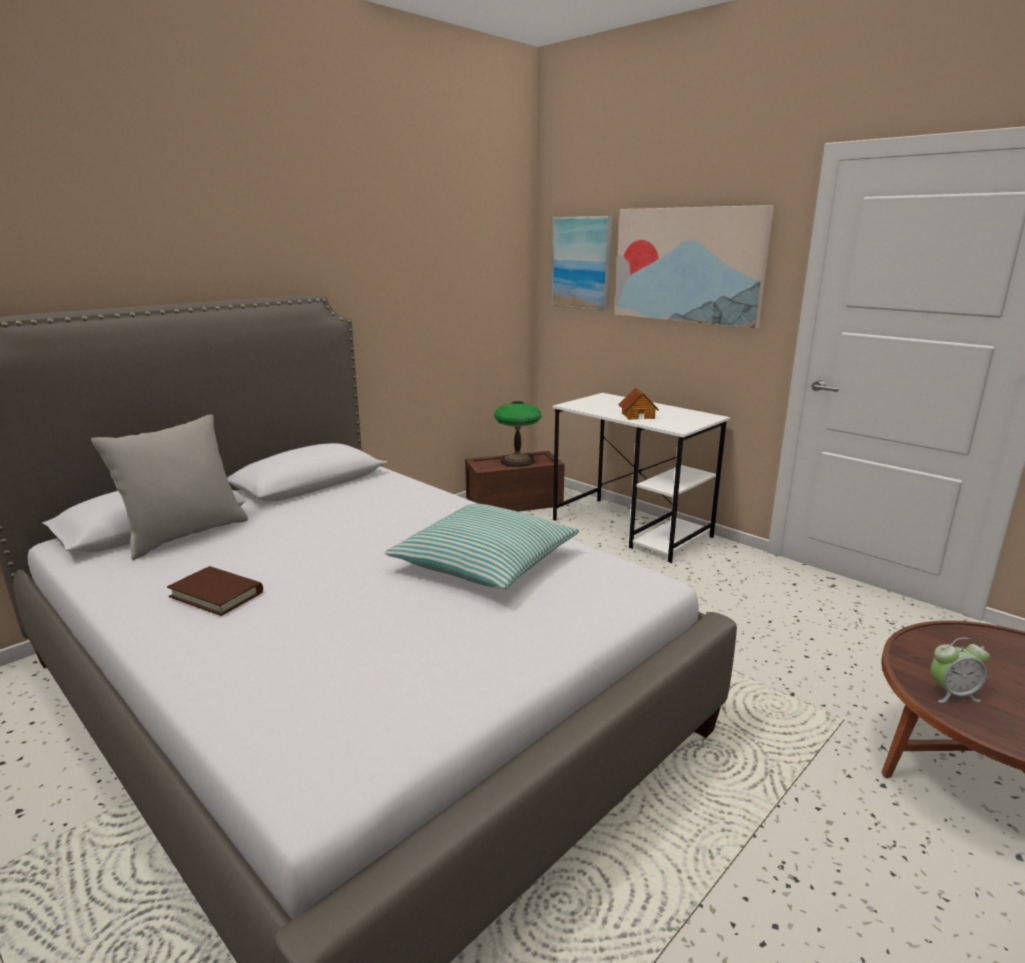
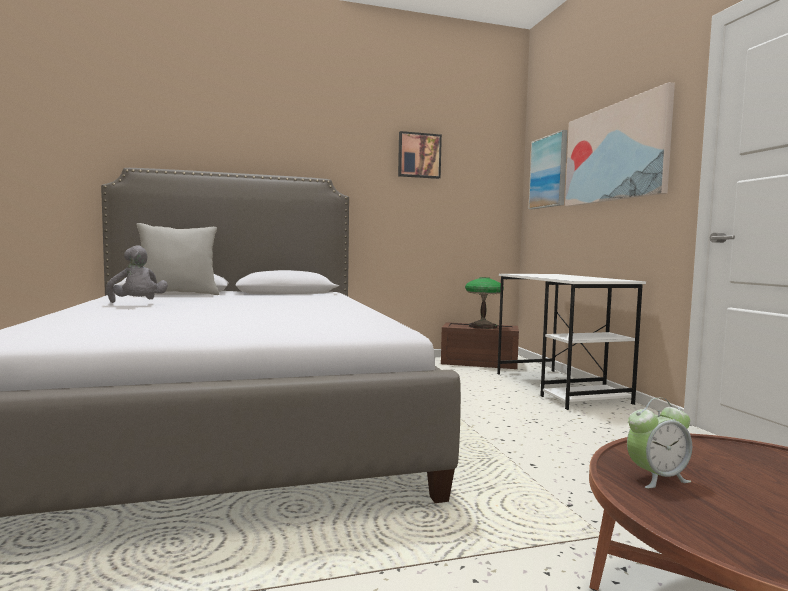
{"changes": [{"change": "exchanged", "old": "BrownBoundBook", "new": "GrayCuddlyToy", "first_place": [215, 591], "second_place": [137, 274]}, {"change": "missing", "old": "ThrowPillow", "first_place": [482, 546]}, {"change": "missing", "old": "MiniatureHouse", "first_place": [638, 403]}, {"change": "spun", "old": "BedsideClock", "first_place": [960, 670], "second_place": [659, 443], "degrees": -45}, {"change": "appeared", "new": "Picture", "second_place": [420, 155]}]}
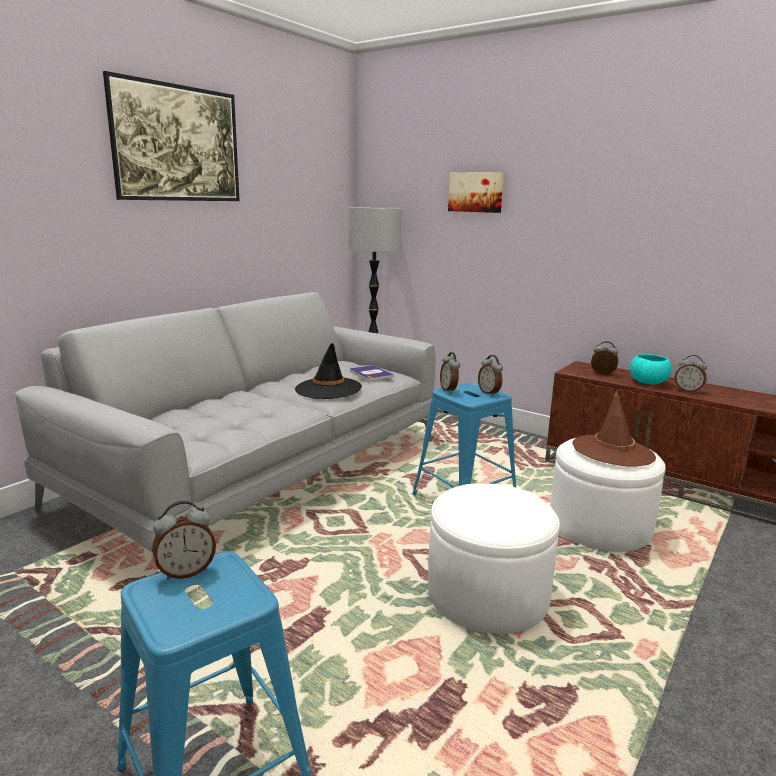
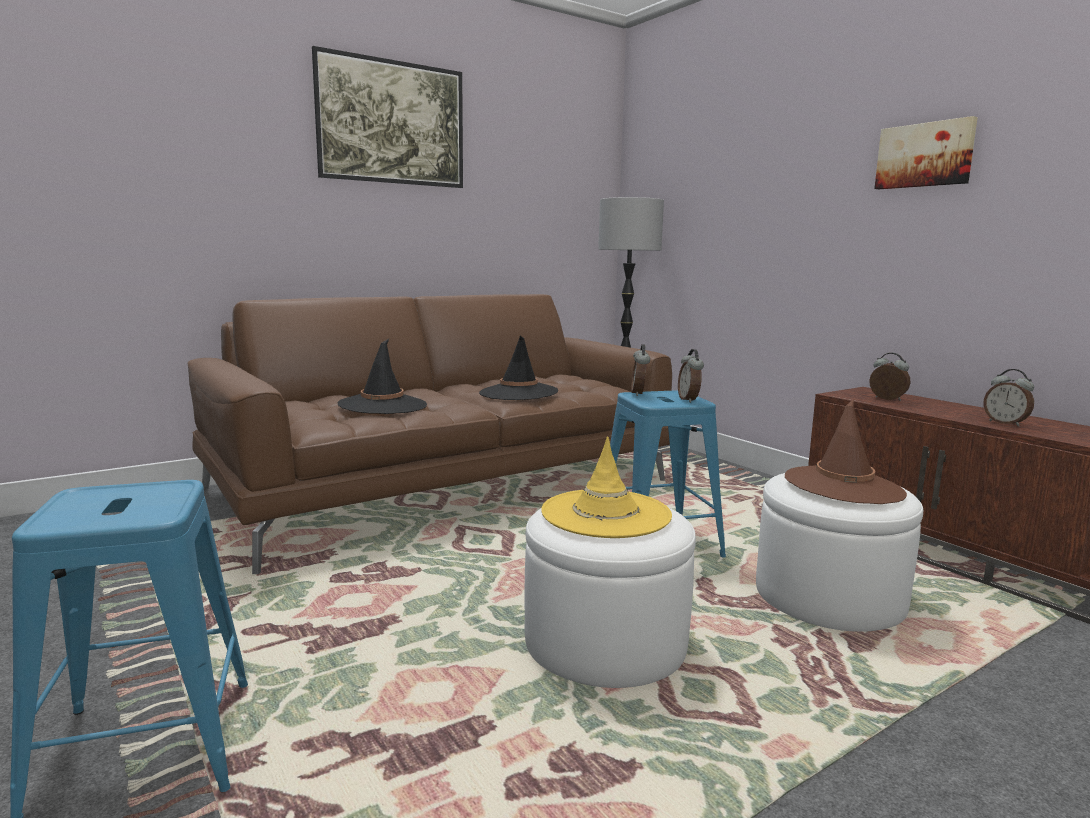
{"changes": [{"change": "colour", "old": "GraySettee", "new": "BrownSettee", "first_place": [225, 422], "second_place": [430, 434]}, {"change": "missing", "old": "BedsideClock", "first_place": [184, 540]}, {"change": "missing", "old": "BoundBook", "first_place": [372, 373]}, {"change": "relocated", "old": "Picture", "first_place": [476, 192], "second_place": [926, 152]}, {"change": "missing", "old": "TurquoiseDeepDish", "first_place": [651, 369]}, {"change": "appeared", "new": "BlackishWearableHat", "second_place": [382, 376]}, {"change": "appeared", "new": "YellowishWearableHat", "second_place": [606, 487]}]}
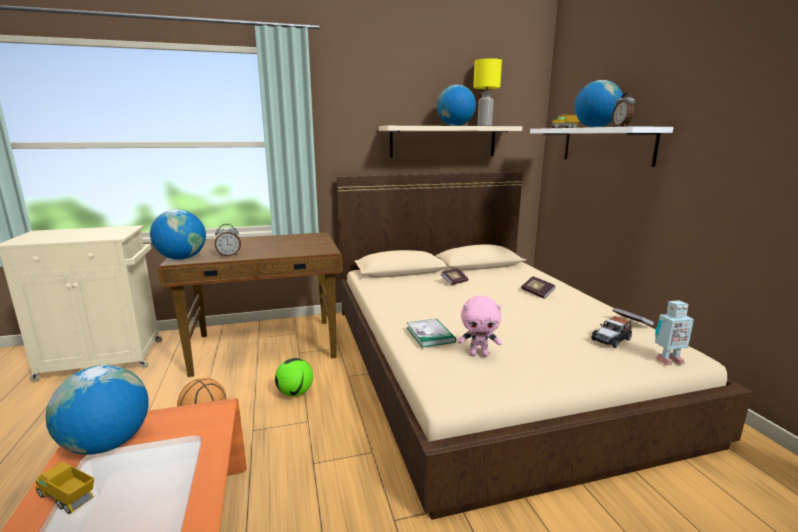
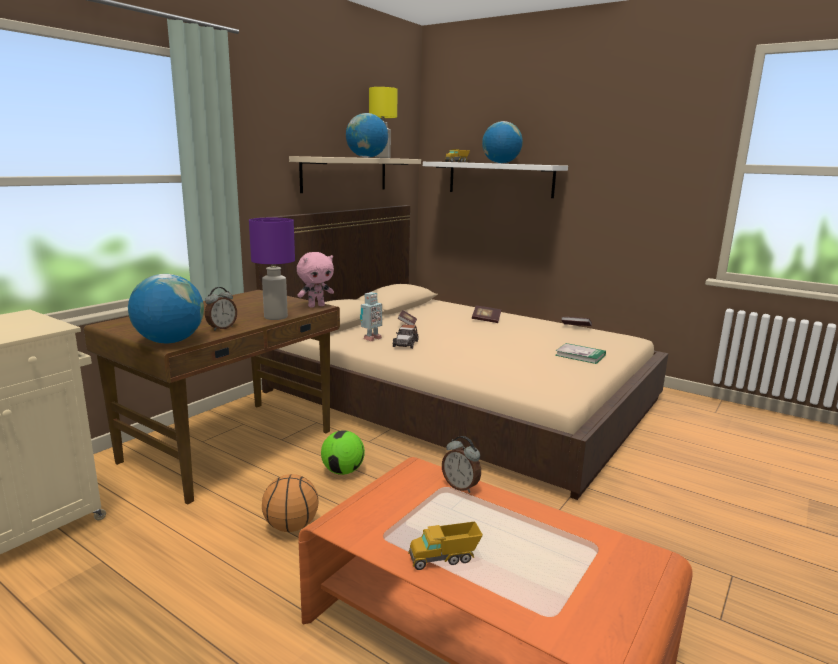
{"changes": [{"change": "missing", "old": "DeskGlobe", "first_place": [97, 410]}, {"change": "relocated", "old": "BoundBook", "first_place": [431, 333], "second_place": [580, 353]}, {"change": "relocated", "old": "PinkishCuddlyToy", "first_place": [480, 326], "second_place": [315, 280]}, {"change": "relocated", "old": "ToyCar", "first_place": [611, 332], "second_place": [405, 336]}, {"change": "relocated", "old": "BedsideClock", "first_place": [623, 109], "second_place": [461, 464]}, {"change": "relocated", "old": "RobotFigure", "first_place": [674, 332], "second_place": [371, 316]}, {"change": "appeared", "new": "PurpleColouredLampForATable", "second_place": [272, 269]}]}
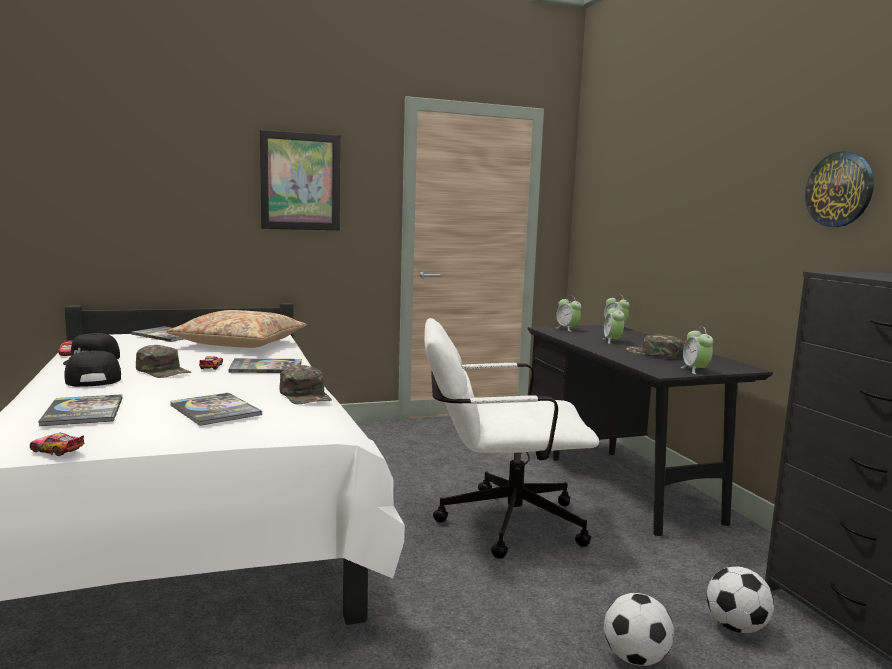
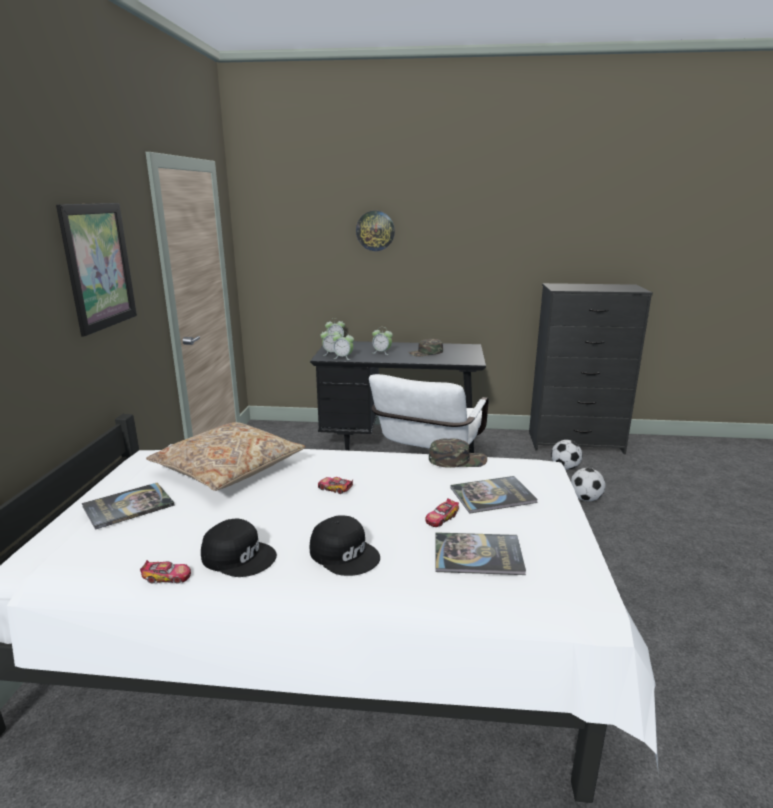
{"changes": [{"change": "relocated", "old": "ToyCar", "first_place": [57, 444], "second_place": [442, 512]}, {"change": "spun", "old": "BlackishBaseballCap", "first_place": [92, 369], "second_place": [345, 545], "degrees": -135}, {"change": "missing", "old": "GreenishBaseballCap", "first_place": [163, 361]}, {"change": "missing", "old": "BoundBook", "first_place": [265, 365]}, {"change": "relocated", "old": "BedsideClock", "first_place": [697, 350], "second_place": [343, 345]}, {"change": "relocated", "old": "HangingClock", "first_place": [839, 189], "second_place": [375, 231]}]}
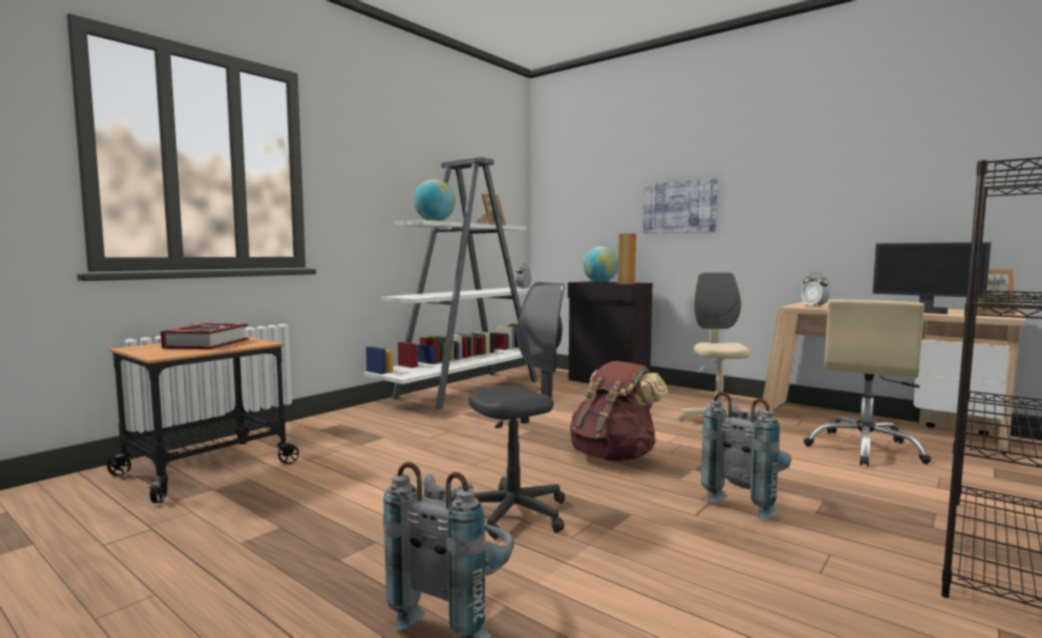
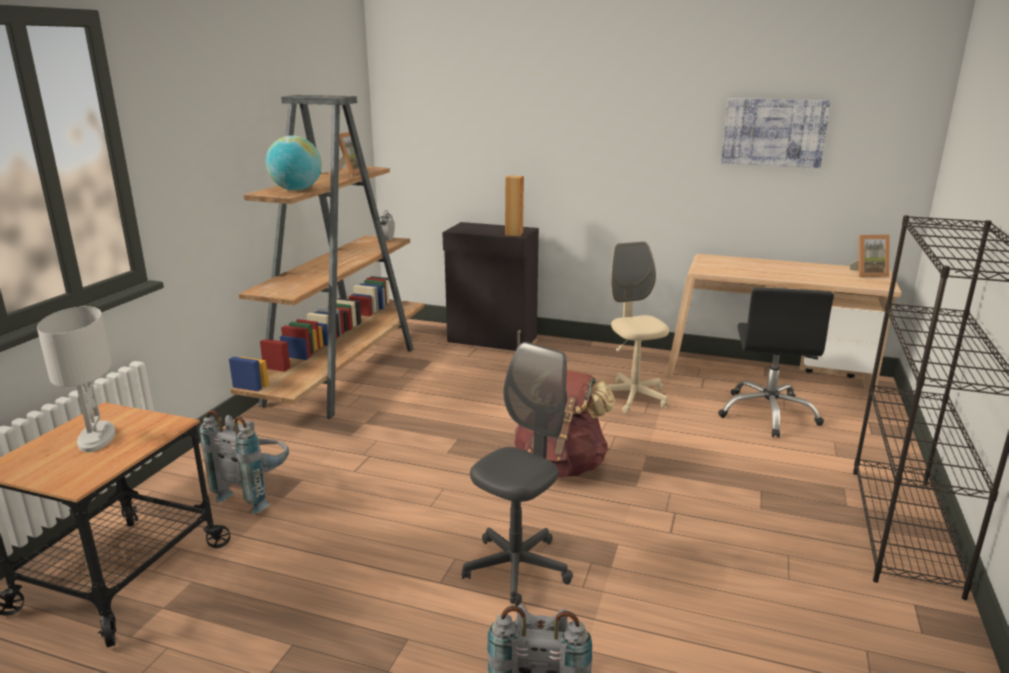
{"changes": [{"change": "exchanged", "old": "BoundBook", "new": "WhiteColouredLampForATable", "first_place": [205, 336], "second_place": [76, 379]}, {"change": "colour", "old": "WhiteColouredBookcase", "new": "BrownBookcase", "first_place": [450, 283], "second_place": [327, 257]}, {"change": "missing", "old": "DeskGlobe", "first_place": [600, 265]}, {"change": "relocated", "old": "Picture", "first_place": [680, 206], "second_place": [776, 133]}, {"change": "relocated", "old": "GrayKnapsack", "first_place": [746, 455], "second_place": [244, 462]}, {"change": "missing", "old": "BedsideClock", "first_place": [815, 290]}, {"change": "colour", "old": "BeigeColouredOfficeChair", "new": "BlackishOfficeChair", "first_place": [867, 383], "second_place": [776, 363]}, {"change": "missing", "old": "Monitor", "first_place": [932, 278]}]}
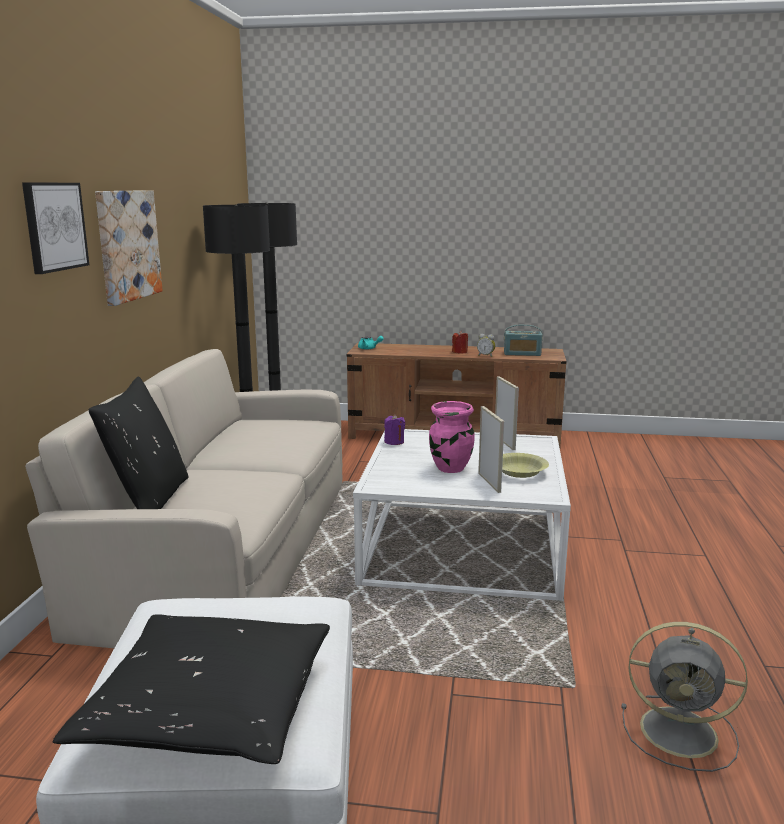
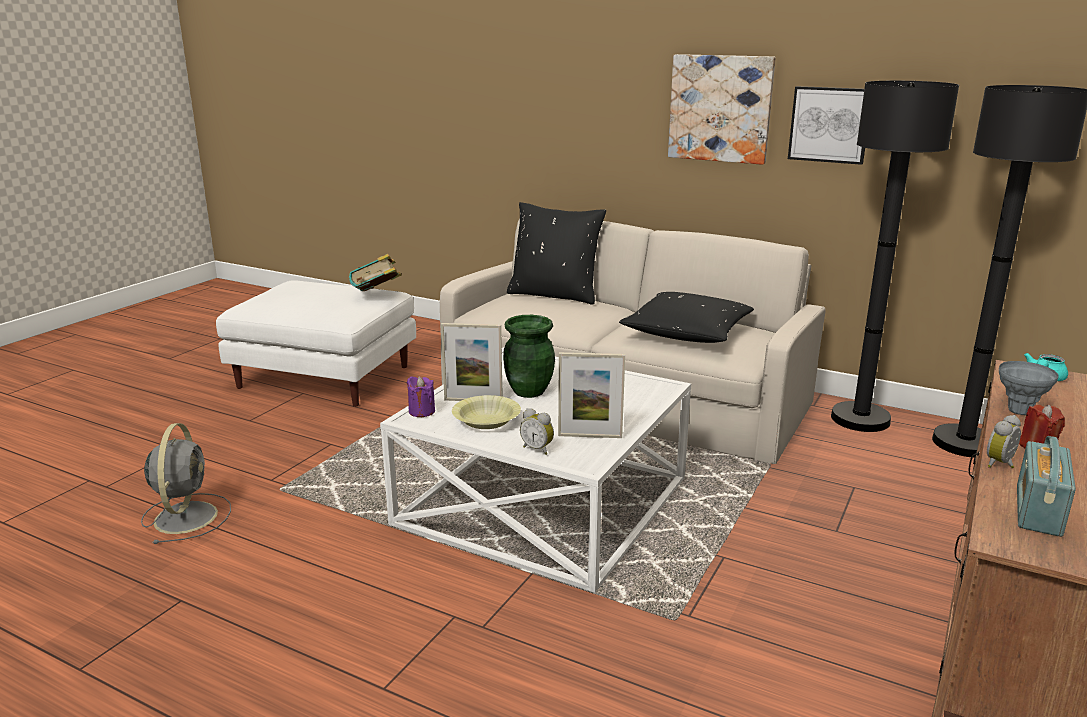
{"changes": [{"change": "relocated", "old": "Picture", "first_place": [55, 228], "second_place": [826, 125]}, {"change": "relocated", "old": "BlackishThrowPillow", "first_place": [191, 689], "second_place": [686, 317]}, {"change": "relocated", "old": "PurpleColouredWaxCandle", "first_place": [394, 429], "second_place": [421, 396]}, {"change": "colour", "old": "PinkishVase", "new": "GreenishVase", "first_place": [452, 437], "second_place": [529, 356]}, {"change": "spun", "old": "GrayElectricFan", "first_place": [684, 697], "second_place": [186, 483], "degrees": 135}, {"change": "appeared", "new": "BoundBook", "second_place": [375, 272]}, {"change": "appeared", "new": "BedsideClock", "second_place": [537, 431]}, {"change": "appeared", "new": "GrayVase", "second_place": [1029, 388]}]}
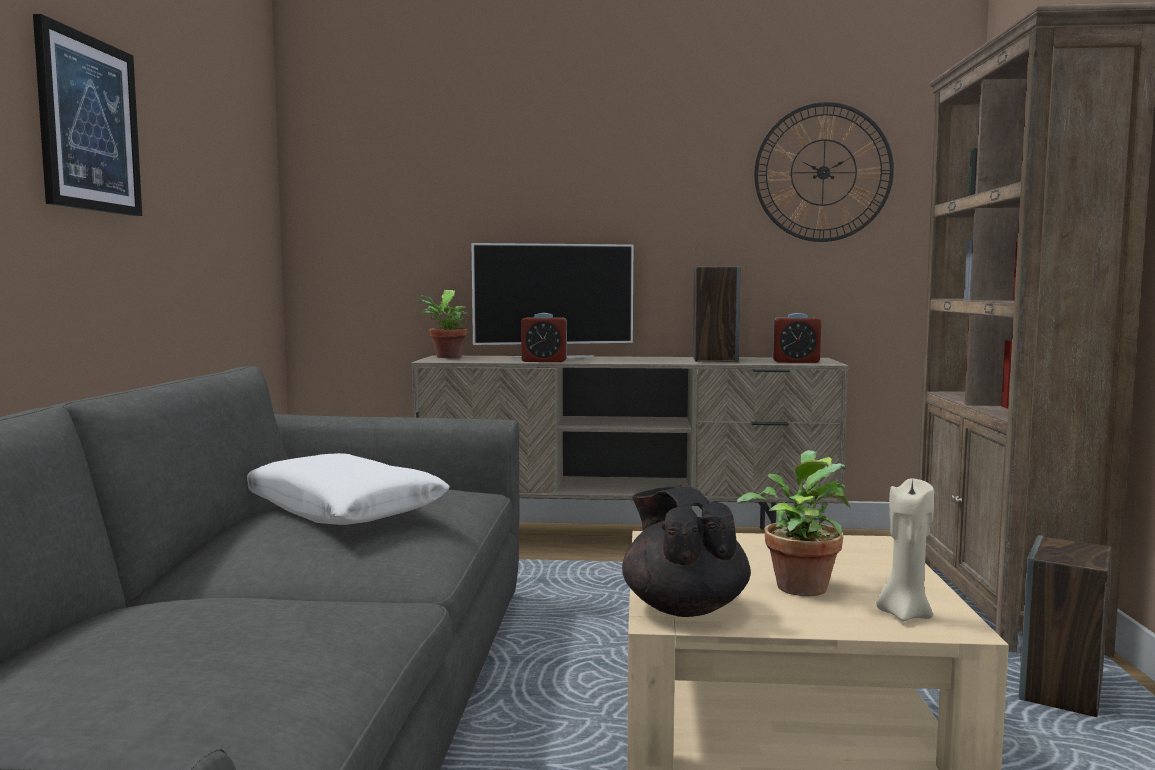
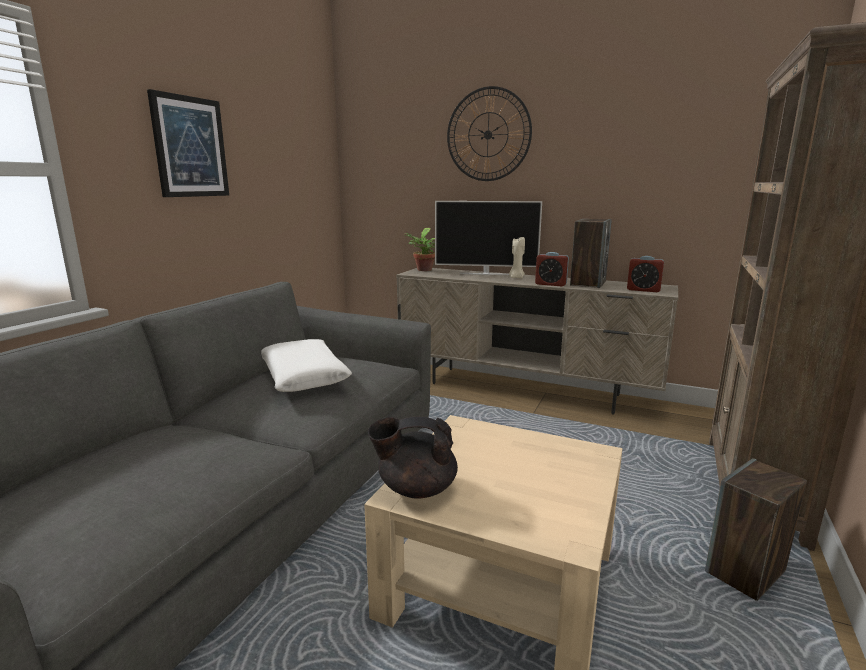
{"changes": [{"change": "relocated", "old": "BedsideClock", "first_place": [544, 337], "second_place": [552, 269]}, {"change": "spun", "old": "BlackishTeaPot", "first_place": [686, 551], "second_place": [413, 458], "degrees": -90}, {"change": "missing", "old": "Houseplant", "first_place": [793, 523]}, {"change": "relocated", "old": "HangingClock", "first_place": [824, 172], "second_place": [489, 133]}, {"change": "relocated", "old": "BeigeColouredWaxCandle", "first_place": [905, 549], "second_place": [517, 257]}]}
